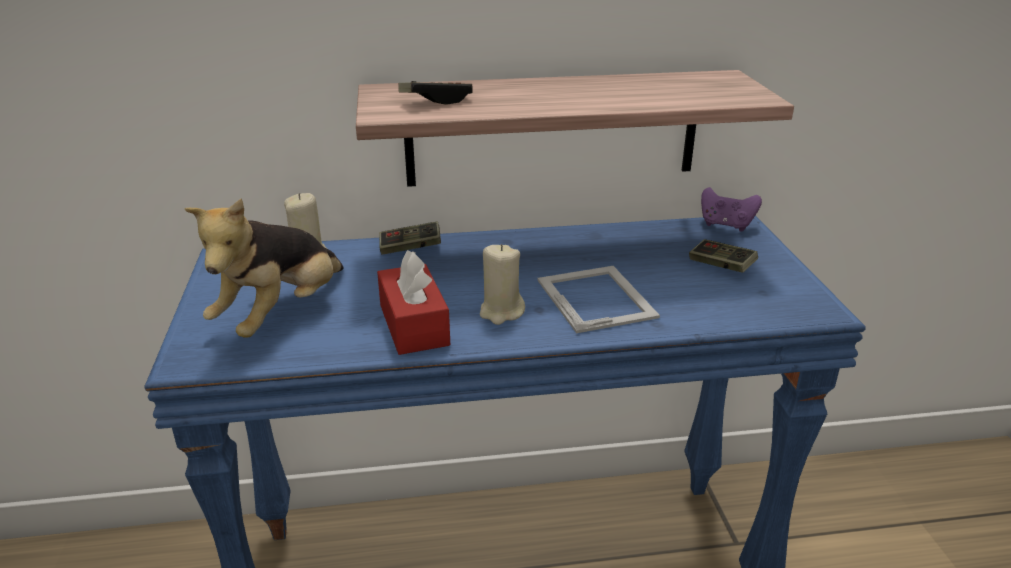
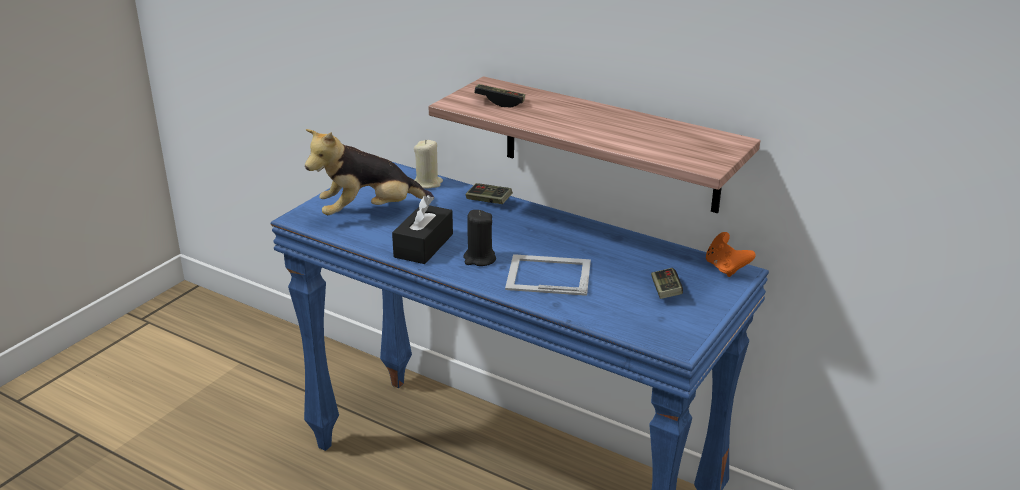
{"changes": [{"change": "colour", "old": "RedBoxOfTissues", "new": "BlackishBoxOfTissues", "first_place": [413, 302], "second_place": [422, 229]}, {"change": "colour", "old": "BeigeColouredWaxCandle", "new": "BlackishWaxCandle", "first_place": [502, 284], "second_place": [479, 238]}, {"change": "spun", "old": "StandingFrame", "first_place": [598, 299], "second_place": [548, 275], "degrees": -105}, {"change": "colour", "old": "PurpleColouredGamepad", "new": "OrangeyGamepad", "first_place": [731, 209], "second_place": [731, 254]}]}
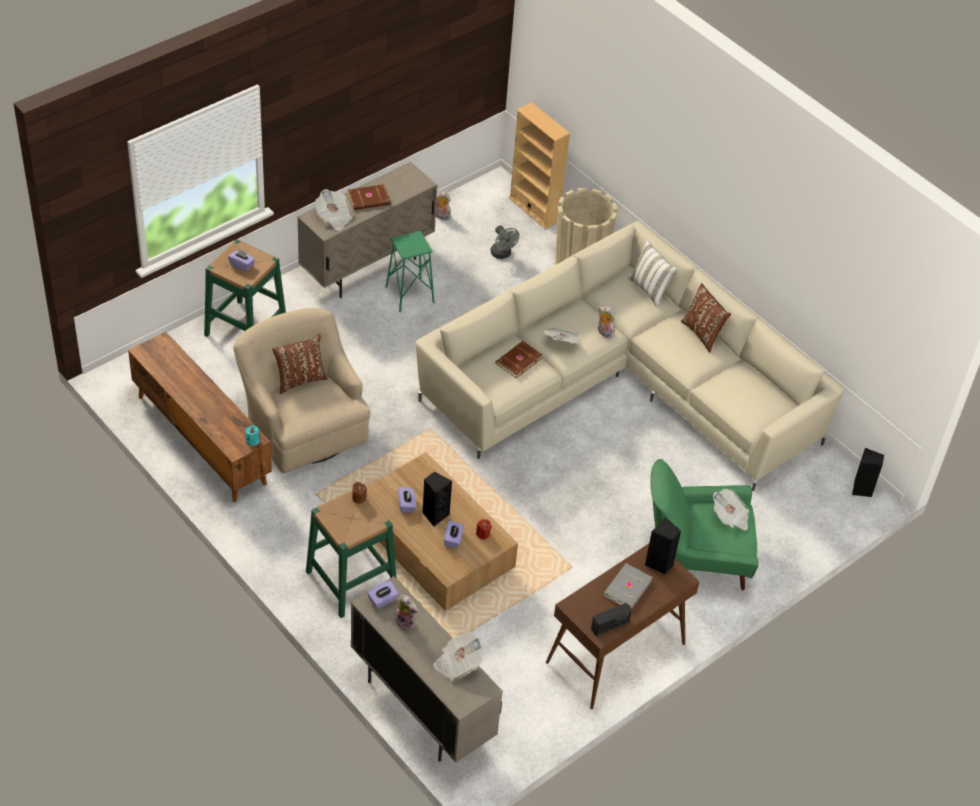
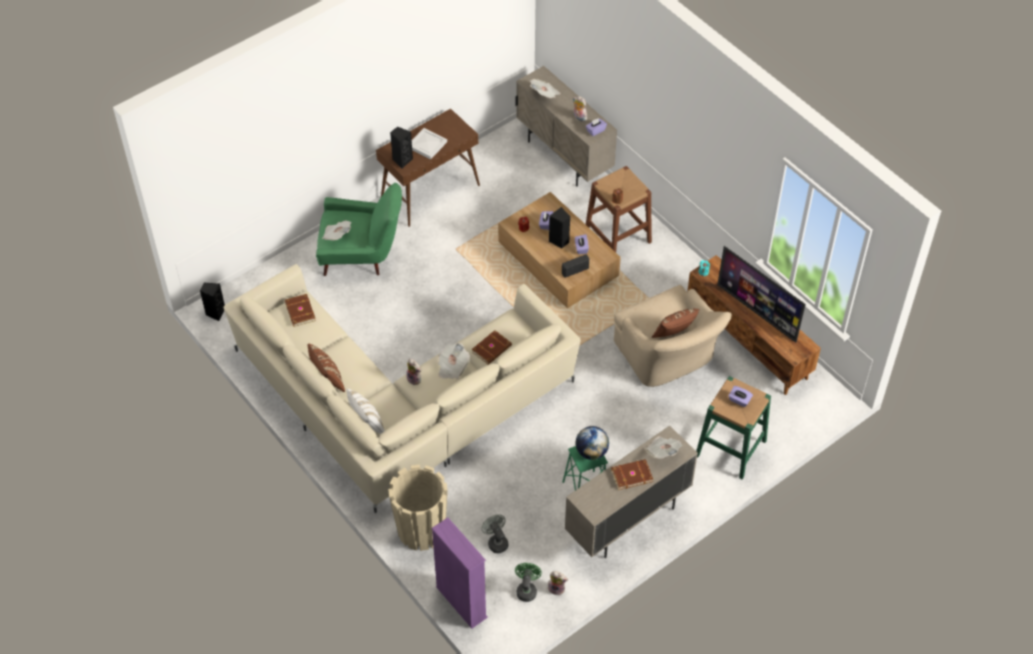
{"changes": [{"change": "colour", "old": "GreenishStool", "new": "BrownStool", "first_place": [351, 554], "second_place": [619, 209]}, {"change": "colour", "old": "BeigeColouredBookcase", "new": "PurpleColouredBookcase", "first_place": [539, 165], "second_place": [459, 572]}, {"change": "relocated", "old": "Radio", "first_place": [611, 619], "second_place": [575, 266]}, {"change": "exchanged", "old": "GrayBoundBook", "new": "WhiteColouredServingTray", "first_place": [628, 586], "second_place": [429, 143]}, {"change": "appeared", "new": "BrownBoundBook", "second_place": [300, 310]}, {"change": "appeared", "new": "GreenishElectricFan", "second_place": [528, 582]}, {"change": "appeared", "new": "DeskGlobe", "second_place": [592, 443]}, {"change": "appeared", "new": "Television", "second_place": [761, 294]}]}
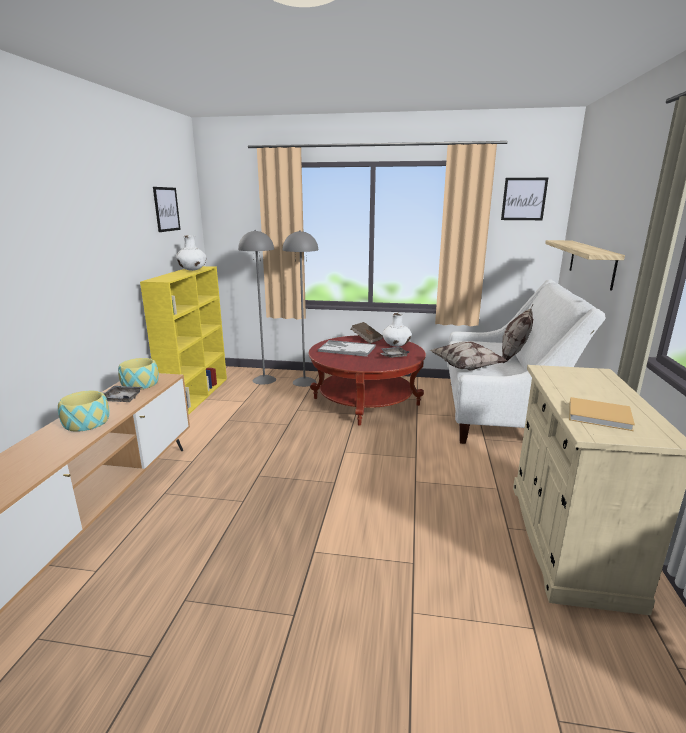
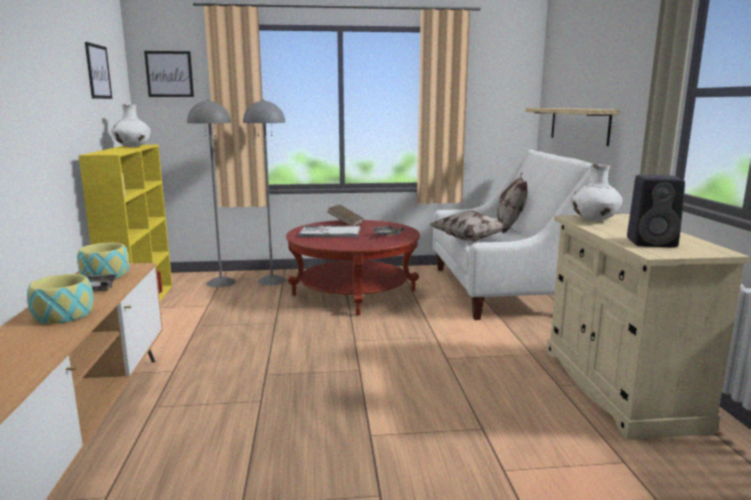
{"changes": [{"change": "relocated", "old": "WhiteColouredVase", "first_place": [396, 330], "second_place": [596, 192]}, {"change": "relocated", "old": "Picture", "first_place": [524, 199], "second_place": [169, 74]}, {"change": "exchanged", "old": "BeigeColouredBoundBook", "new": "BlackishLoudspeaker", "first_place": [602, 414], "second_place": [656, 211]}]}
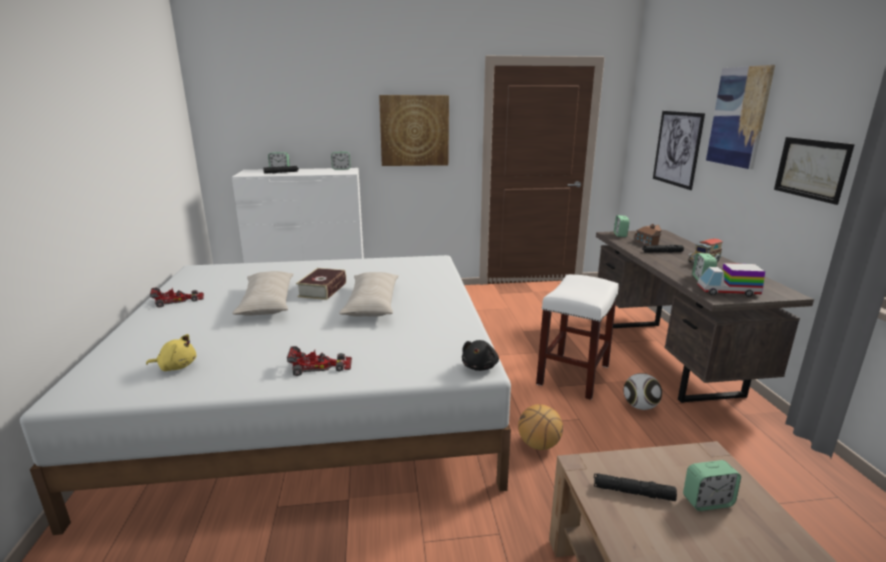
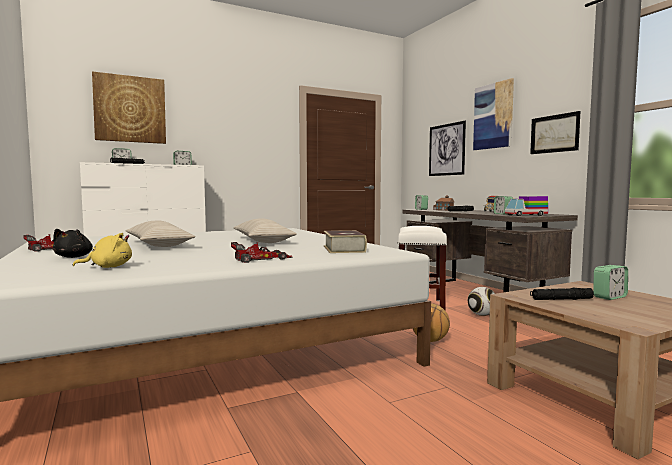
{"changes": [{"change": "relocated", "old": "BoundBook", "first_place": [321, 284], "second_place": [345, 241]}, {"change": "relocated", "old": "Picture", "first_place": [414, 130], "second_place": [129, 107]}, {"change": "relocated", "old": "BlackishCuddlyToy", "first_place": [480, 355], "second_place": [73, 243]}]}
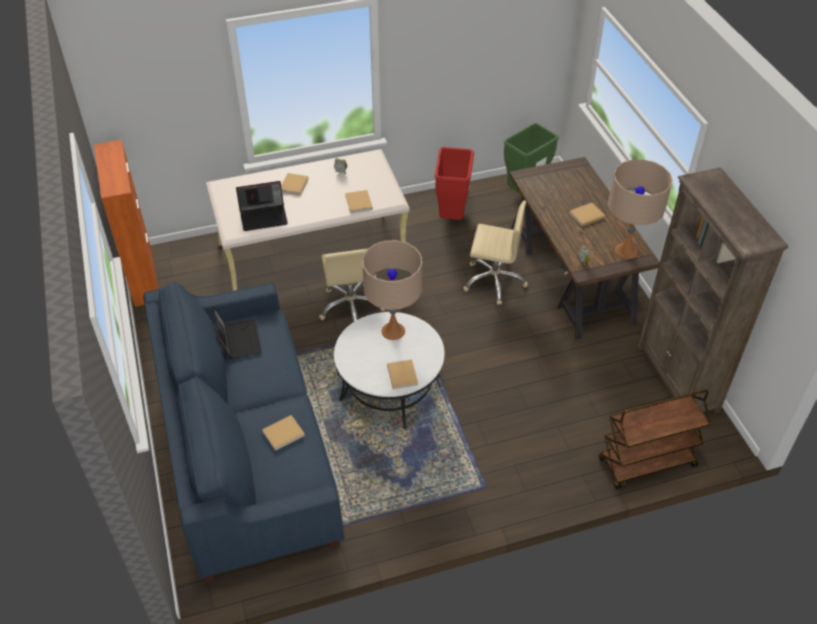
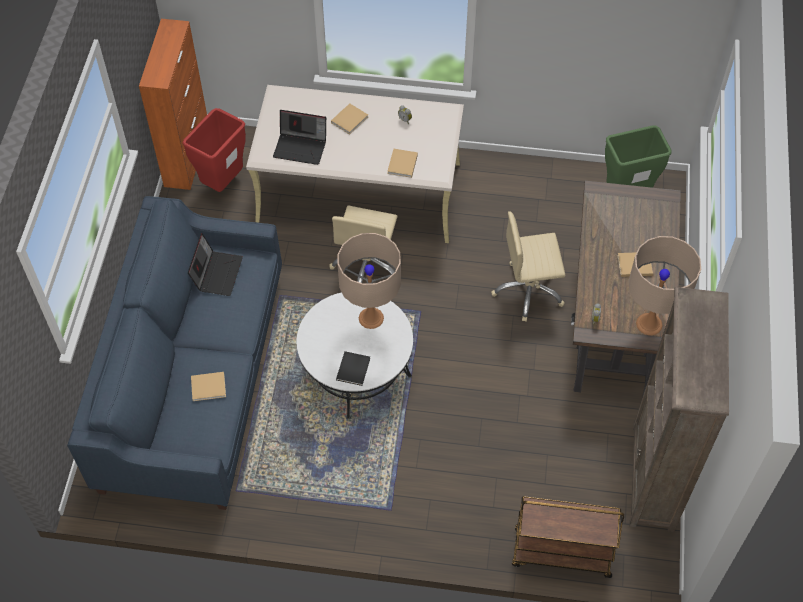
{"changes": [{"change": "colour", "old": "BeigeColouredBoundBook", "new": "BlackishBoundBook", "first_place": [402, 374], "second_place": [353, 368]}, {"change": "relocated", "old": "RedWasteBin", "first_place": [454, 183], "second_place": [214, 150]}, {"change": "spun", "old": "BeigeColouredOfficeChair", "first_place": [495, 253], "second_place": [528, 266], "degrees": 135}]}
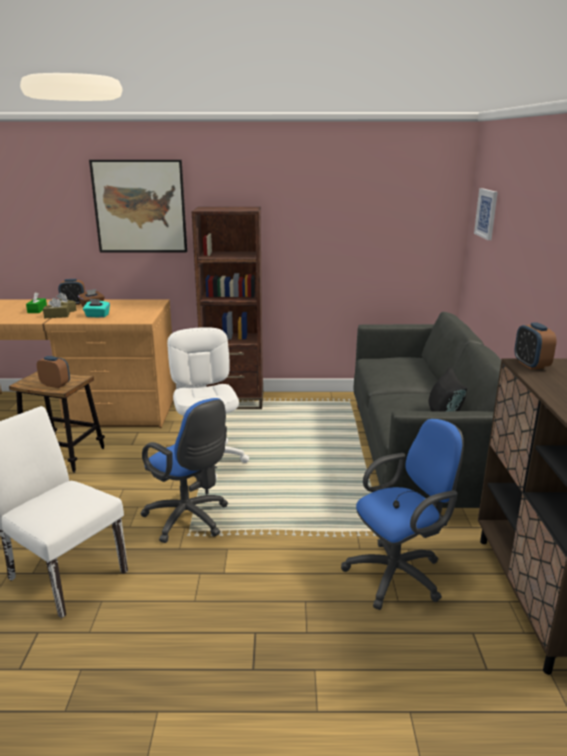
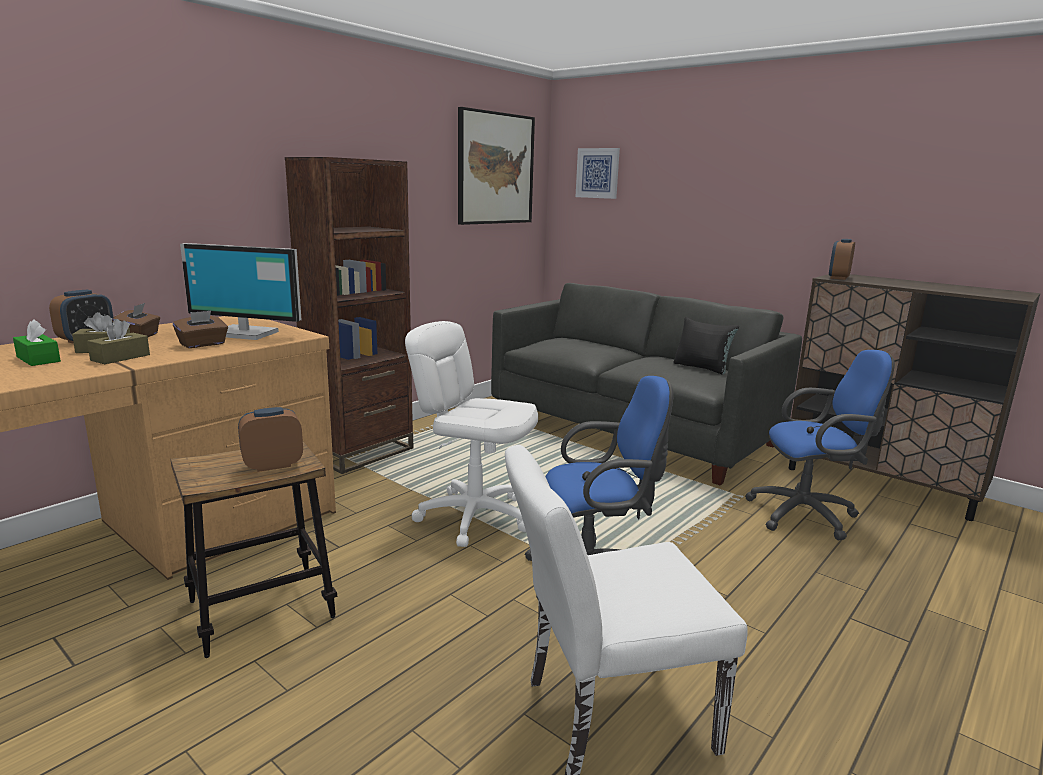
{"changes": [{"change": "colour", "old": "TurquoiseBoxOfTissues", "new": "BrownBoxOfTissues", "first_place": [96, 308], "second_place": [200, 329]}, {"change": "relocated", "old": "Picture", "first_place": [138, 206], "second_place": [496, 166]}, {"change": "spun", "old": "BlueOfficeChair", "first_place": [402, 514], "second_place": [820, 445], "degrees": 75}, {"change": "spun", "old": "BedsideClock", "first_place": [535, 345], "second_place": [842, 259], "degrees": 90}, {"change": "appeared", "new": "Monitor", "second_place": [241, 291]}]}
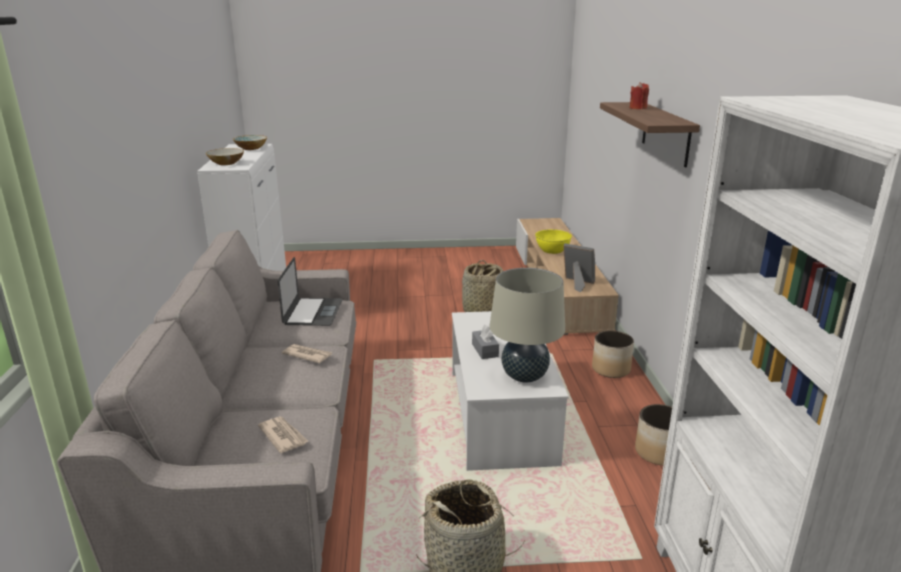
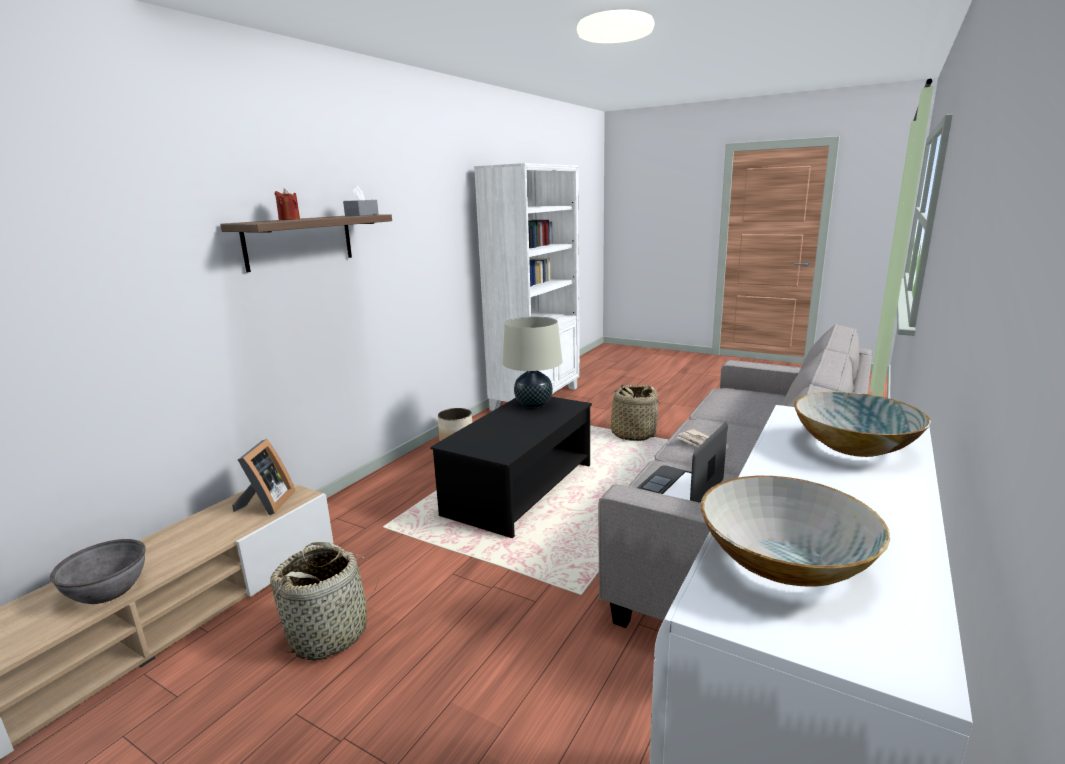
{"changes": [{"change": "missing", "old": "Newspaper", "first_place": [283, 434]}, {"change": "colour", "old": "WhiteColouredCoffeeTable", "new": "BlackishCoffeeTable", "first_place": [510, 391], "second_place": [511, 467]}, {"change": "relocated", "old": "GrayBoxOfTissues", "first_place": [485, 341], "second_place": [361, 201]}, {"change": "colour", "old": "YellowishDeepDish", "new": "GrayDeepDish", "first_place": [553, 241], "second_place": [98, 571]}, {"change": "spun", "old": "StandingFrame", "first_place": [579, 267], "second_place": [263, 477], "degrees": -150}, {"change": "missing", "old": "PlantPot", "first_place": [613, 354]}]}
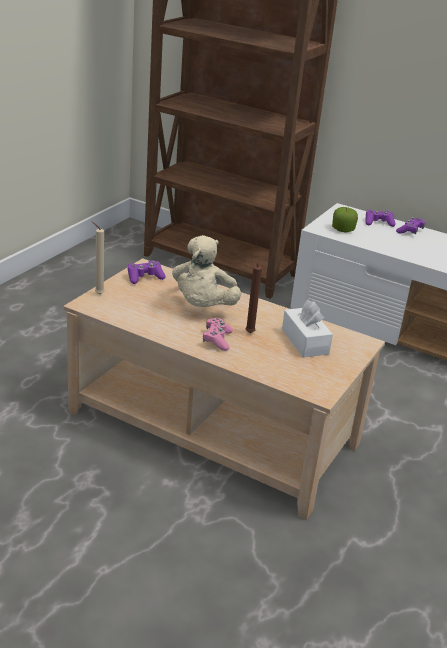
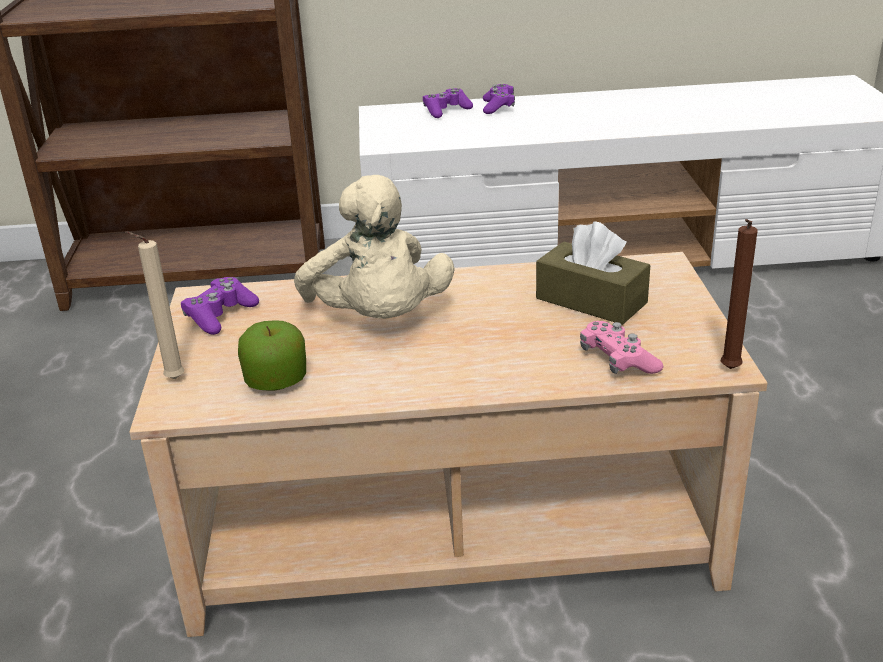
{"changes": [{"change": "relocated", "old": "PinkishGamepad", "first_place": [218, 334], "second_place": [621, 347]}, {"change": "relocated", "old": "BrownWaxCandle", "first_place": [253, 297], "second_place": [739, 294]}, {"change": "colour", "old": "WhiteColouredBoxOfTissues", "new": "BrownBoxOfTissues", "first_place": [307, 329], "second_place": [593, 273]}, {"change": "relocated", "old": "Apple", "first_place": [345, 219], "second_place": [272, 356]}]}
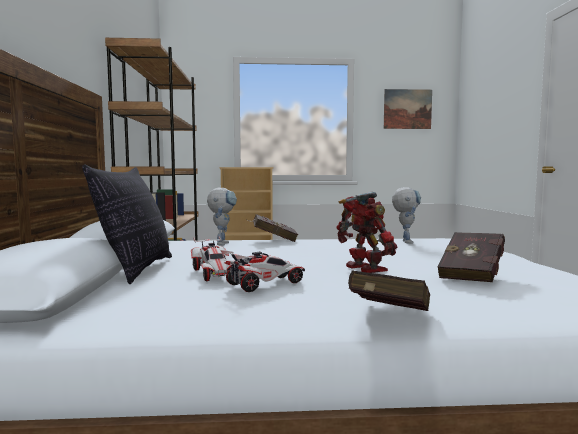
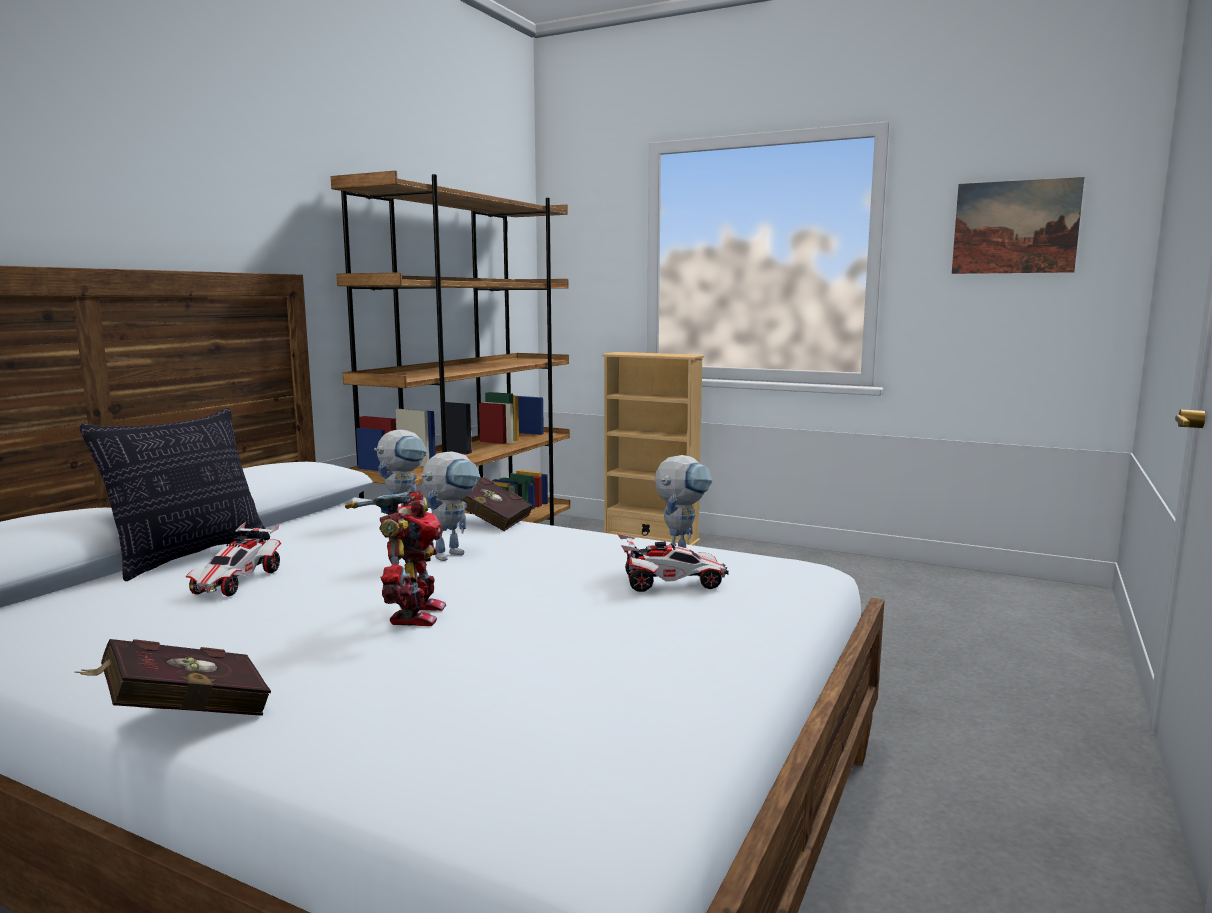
{"changes": [{"change": "relocated", "old": "ToyCar", "first_place": [262, 271], "second_place": [673, 563]}, {"change": "missing", "old": "RedBoundBook", "first_place": [471, 257]}, {"change": "appeared", "new": "RobotFigure", "second_place": [451, 506]}]}
